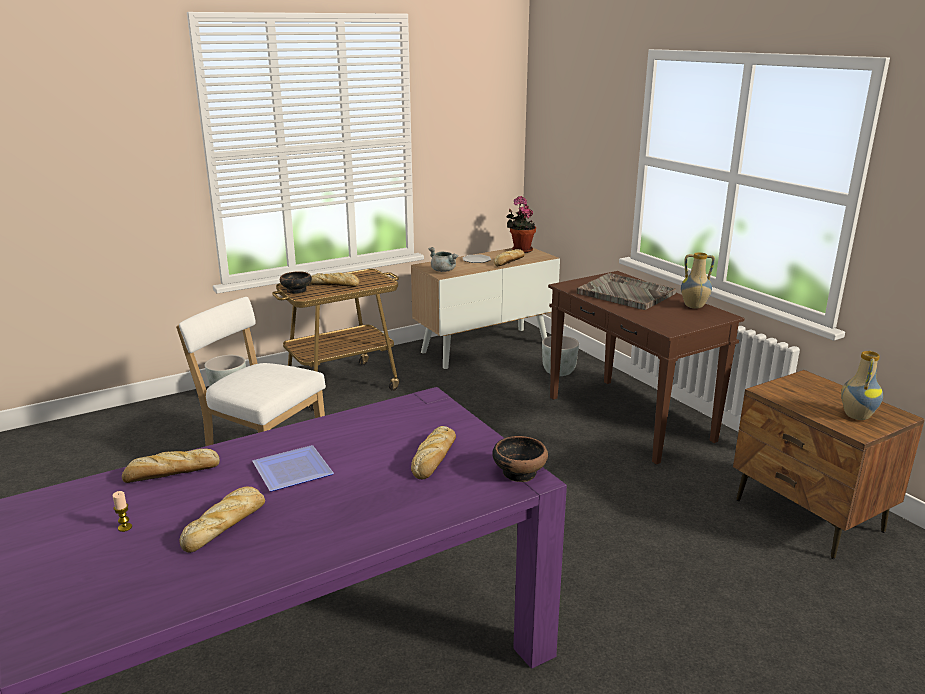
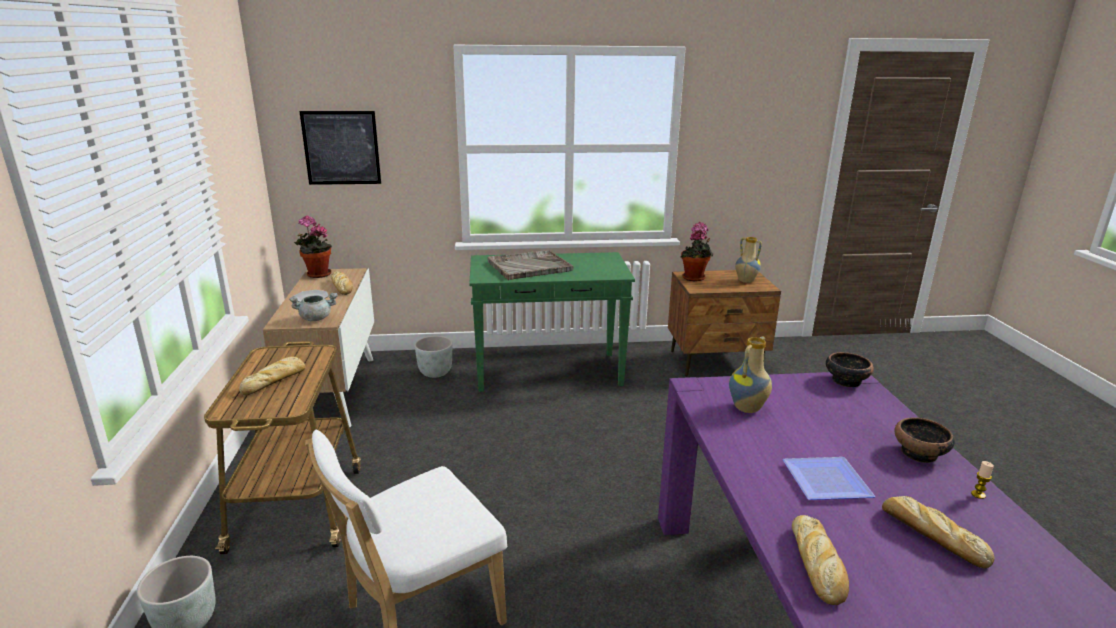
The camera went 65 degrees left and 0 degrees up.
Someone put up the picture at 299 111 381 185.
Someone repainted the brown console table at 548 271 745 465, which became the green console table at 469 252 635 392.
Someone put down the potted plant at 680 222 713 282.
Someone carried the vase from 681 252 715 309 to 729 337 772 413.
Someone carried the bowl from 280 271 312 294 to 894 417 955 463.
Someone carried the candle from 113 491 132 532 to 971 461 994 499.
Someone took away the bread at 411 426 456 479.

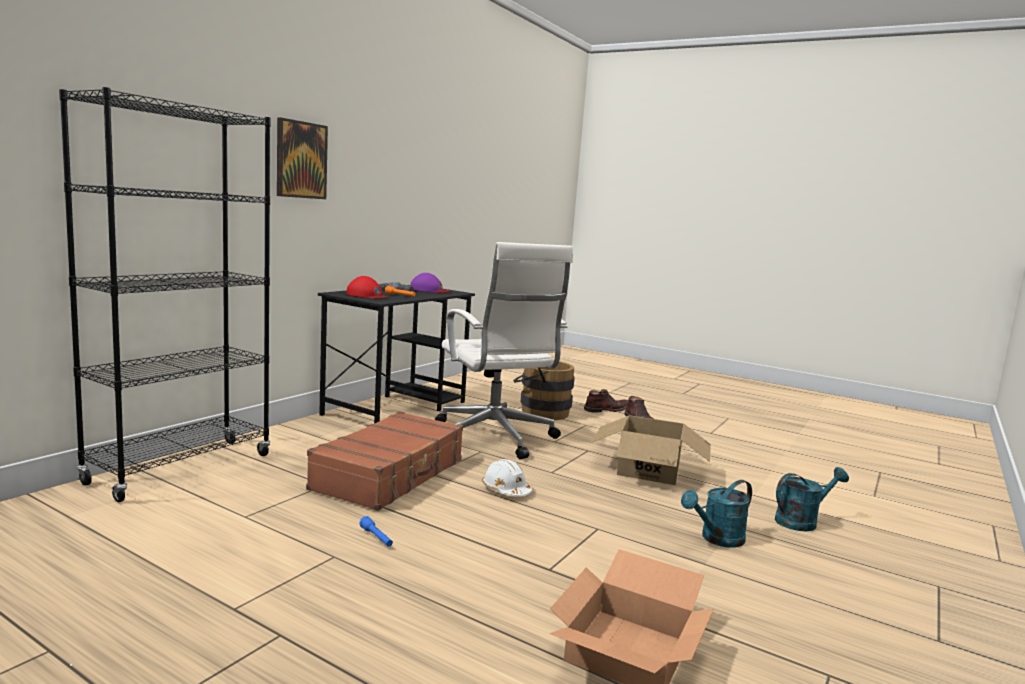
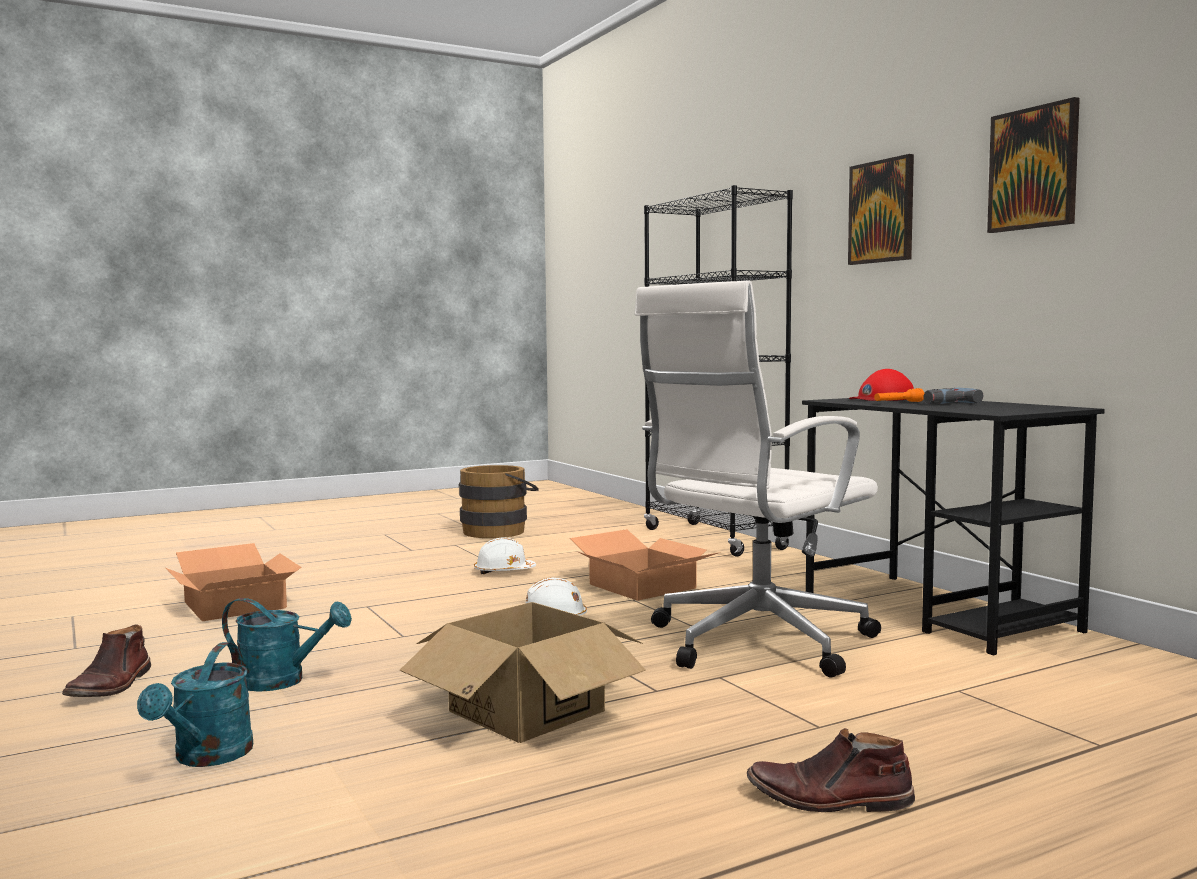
The camera went 120 degrees right and 5 degrees down.
Someone carried the brown boot from 584 389 628 413 to 62 624 151 697.
Someone rotated the turquoise watering can at 681 480 752 548 by 105 degrees clockwise.
Someone carried the brown bucket from 513 361 575 420 to 459 465 539 538.
Someone swapped the blue flashlight at 359 516 393 547 for the white hard hat at 474 537 536 574.
Someone swapped the brown suitcase at 306 411 463 511 for the cardboard box at 570 529 721 601.
Someone rotated the white office chair at 435 242 573 460 by 45 degrees counterclockwise.
Someone put up the picture at 987 97 1080 233.
Someone took away the purple cap at 410 273 450 293.

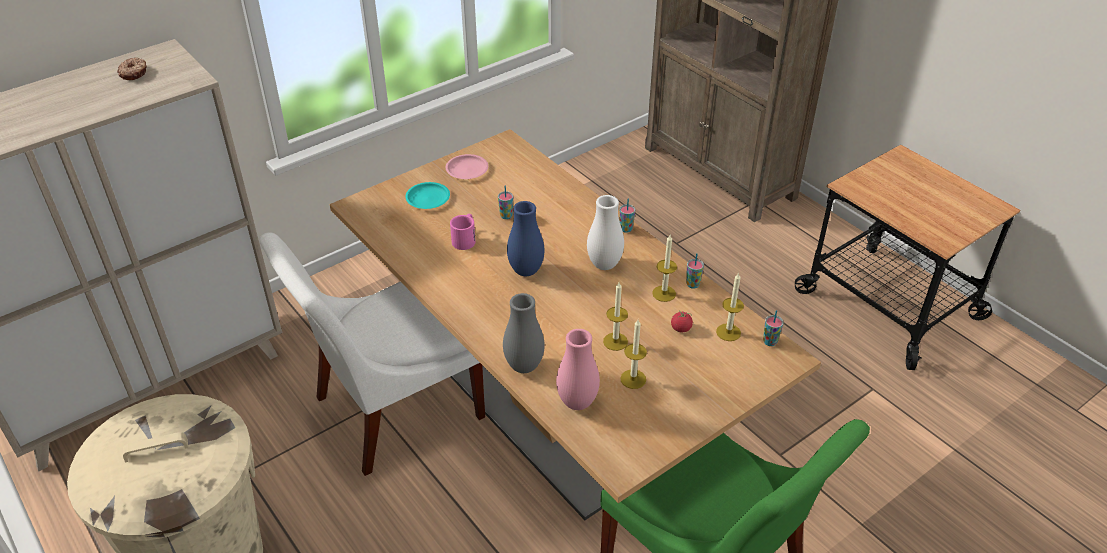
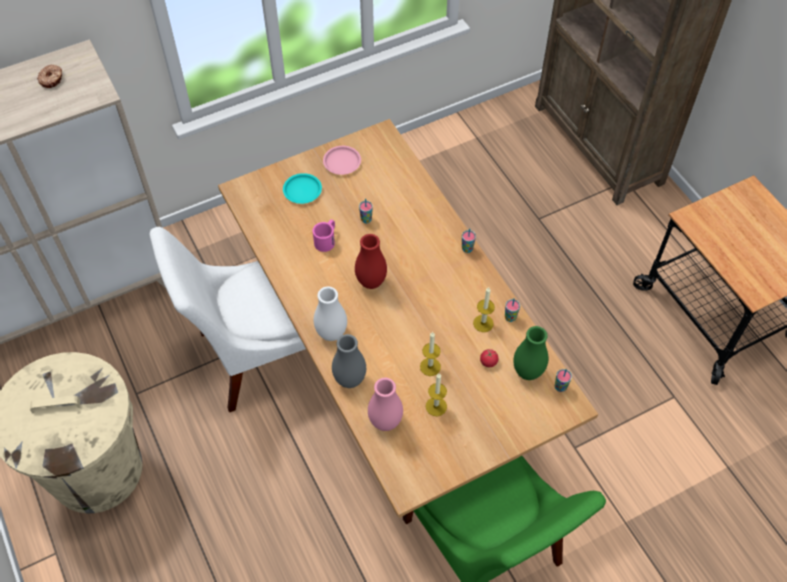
The camera went 10 degrees right and 15 degrees up.
Someone carried the white vase from 587 195 624 270 to 314 286 347 341.
Someone repainted the blue vase at 507 201 544 276, which became the red vase at 355 234 387 289.
Someone swapped the candle at 716 272 744 341 for the green vase at 513 326 549 380.

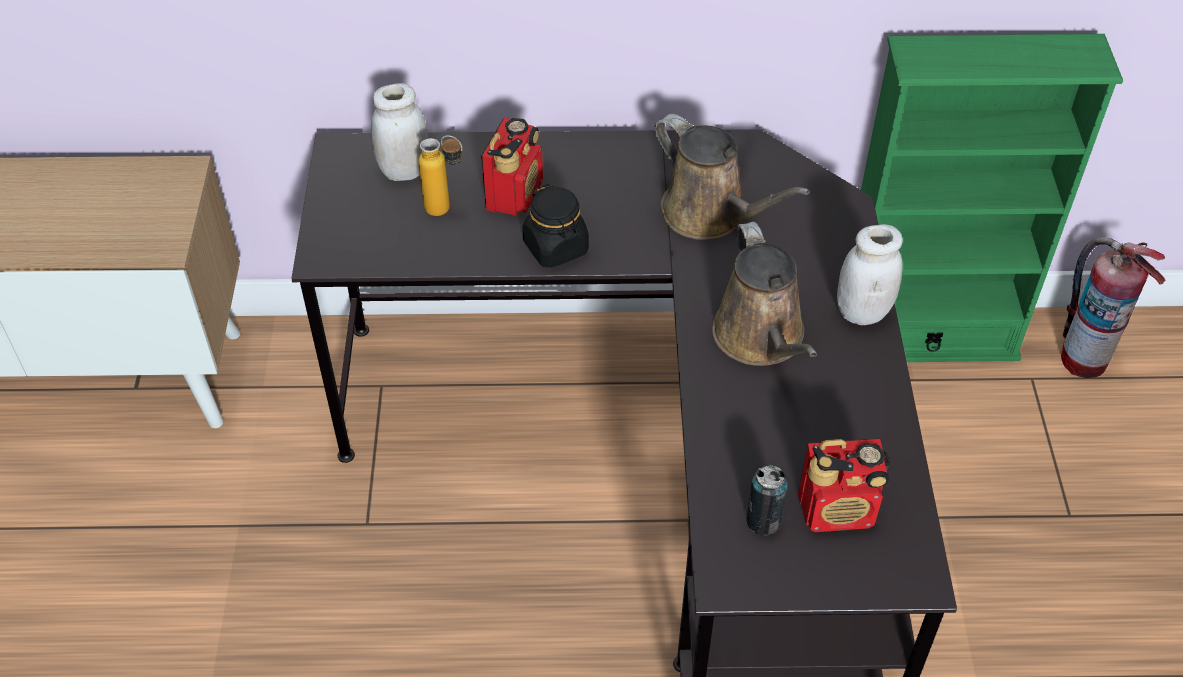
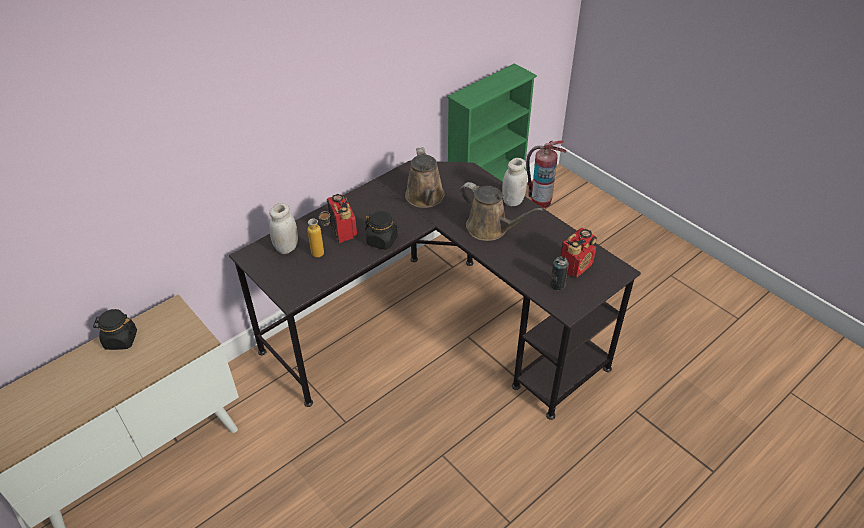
The camera went 40 degrees left and 5 degrees down.
Someone put down the black jar at 93 309 137 350.
Someone rotated the brown watering can at 654 114 810 240 by 75 degrees clockwise.

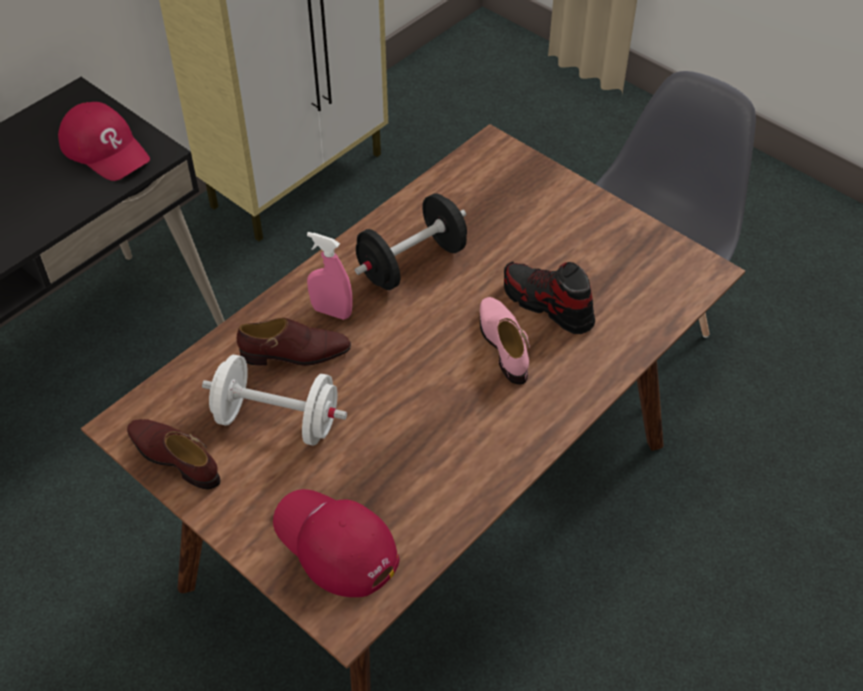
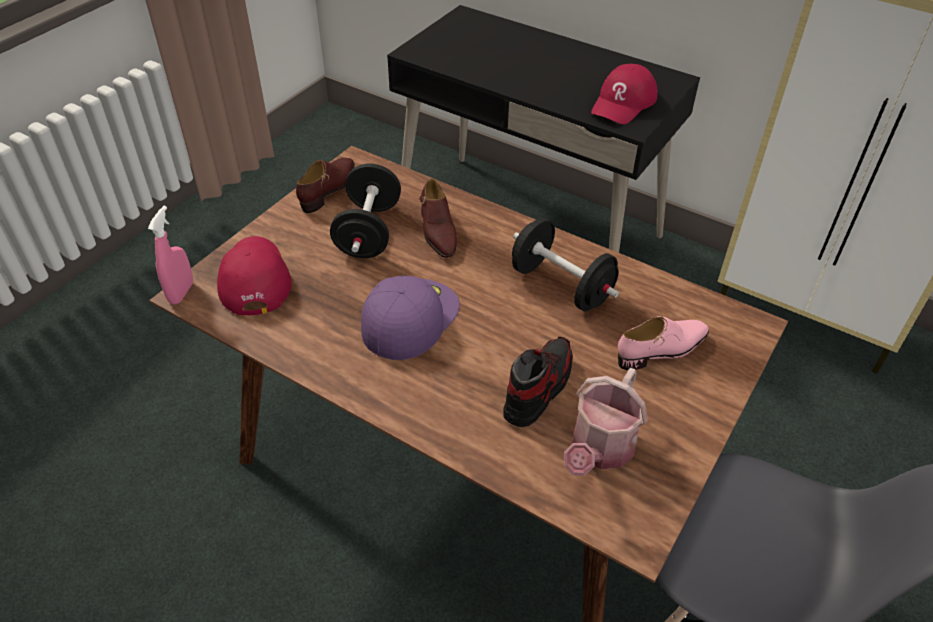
The camera went 80 degrees right and 5 degrees down.
Someone carried the pink spray bottle from 307 232 352 320 to 148 206 193 305.
Someone rotated the red cap at 273 489 399 597 by 45 degrees counterclockwise.
Someone repainted the white dumbbell at 202 355 347 446, which became the black dumbbell at 330 163 401 258.
Someone put down the purple cap at 361 276 460 360.
Someone put down the watering can at 564 368 648 476.
Someone carried the pink shoe from 480 297 530 385 to 618 316 709 370.

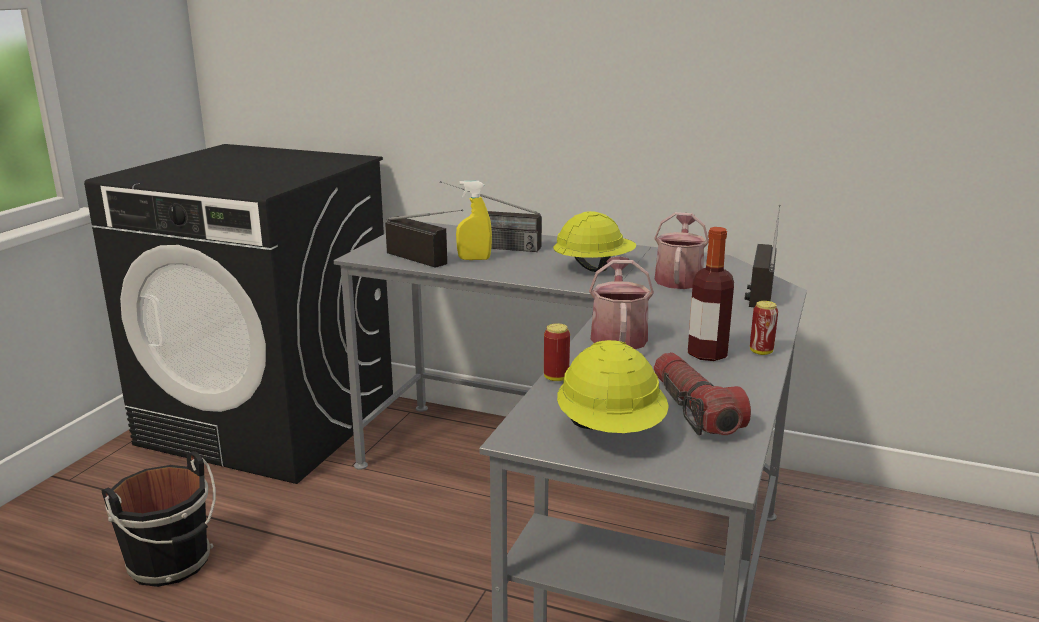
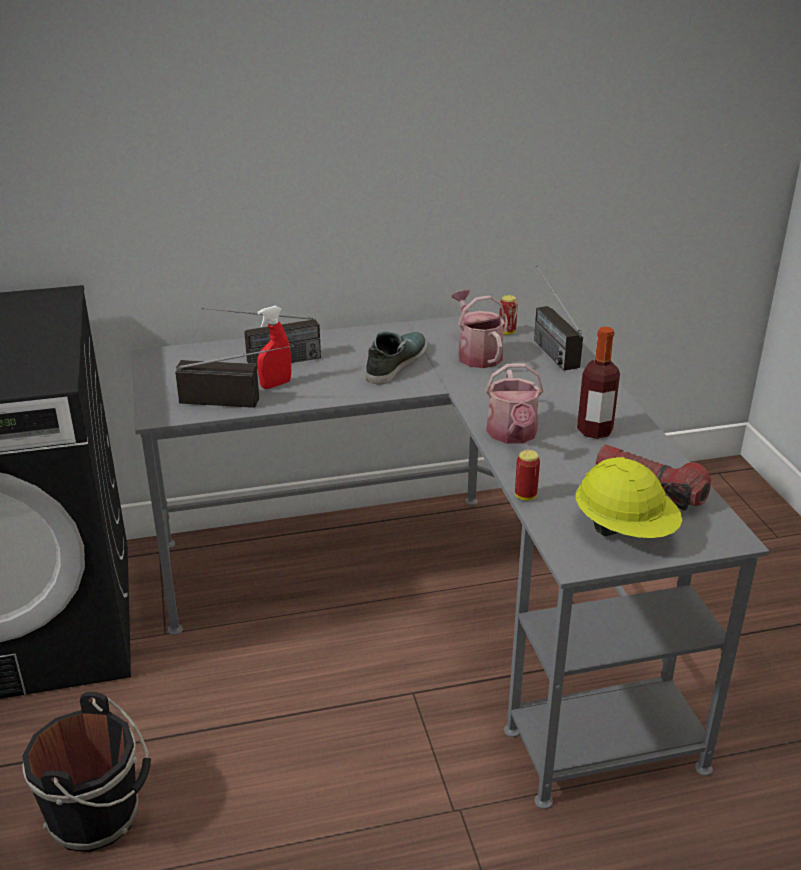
The camera went 35 degrees left and 10 degrees up.
Someone repainted the yellow spray bottle at 456 181 492 260, which became the red spray bottle at 257 306 291 389.
Someone swapped the yellow hard hat at 553 211 636 272 for the shoe at 366 331 427 384.
Someone rotated the watering can at 589 256 654 349 by 150 degrees counterclockwise.
Someone carried the can from 750 301 778 355 to 499 295 518 335.

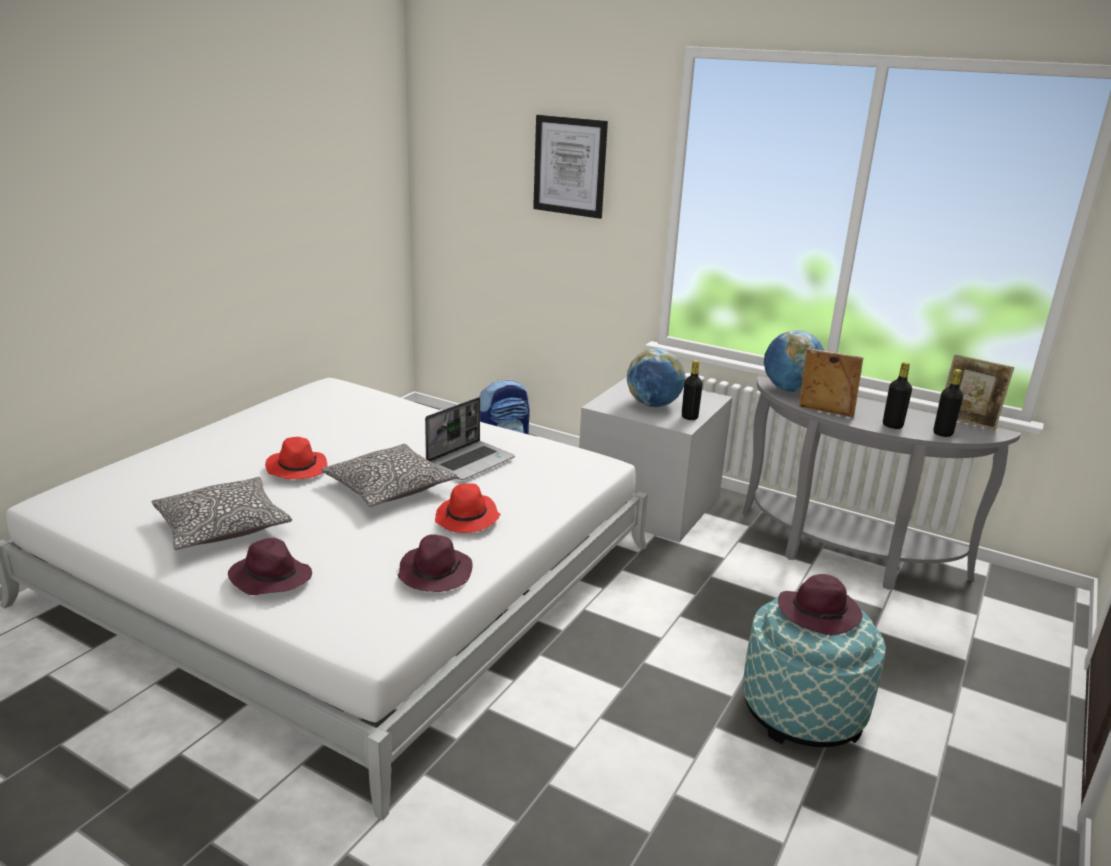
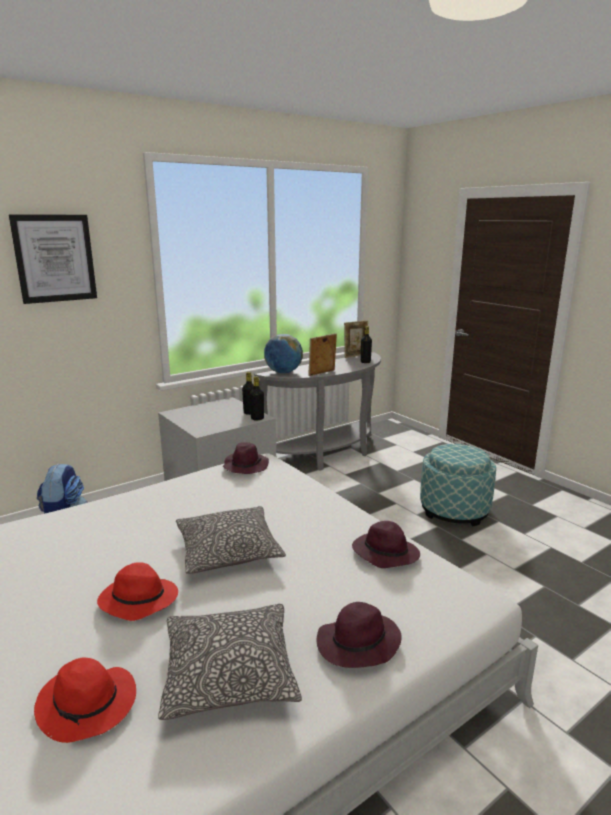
The camera went 65 degrees left and 5 degrees down.
Someone carried the red hat from 435 483 500 533 to 34 658 136 743.
Someone carried the purple hat from 778 574 862 635 to 223 442 269 474.
Someone carried the black bottle from 883 362 912 429 to 250 376 264 420.
Someone took away the laptop at 425 397 515 480.
Someone took away the globe at 627 348 685 407.

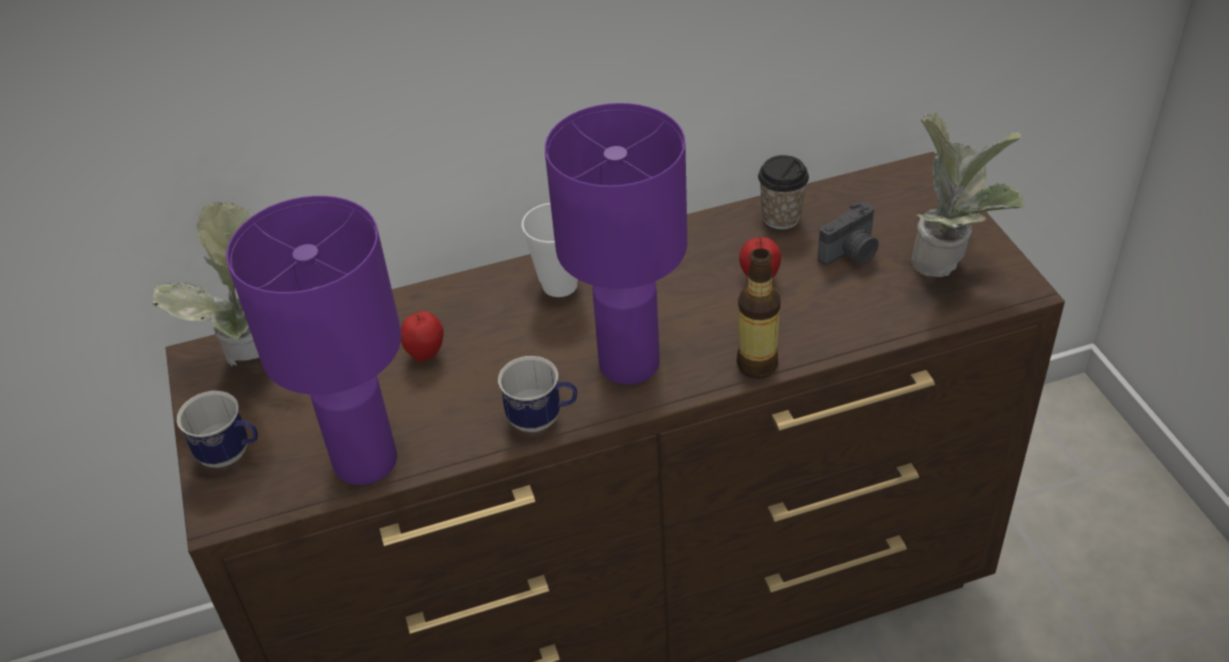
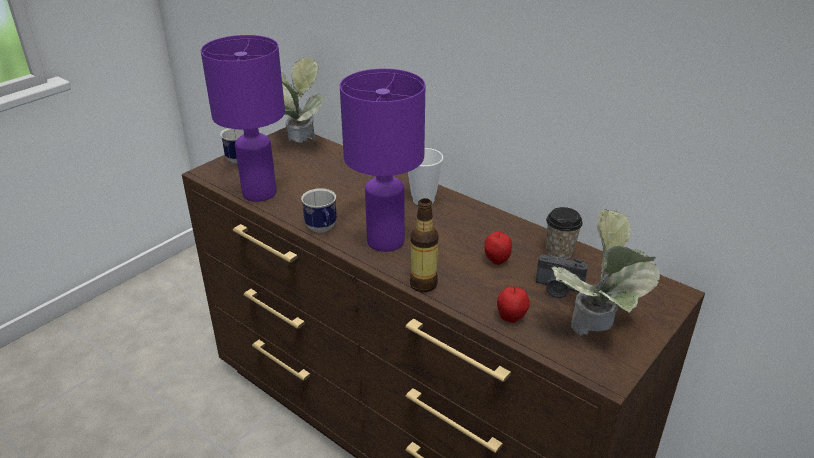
The camera went 55 degrees right and 10 degrees down.
Someone carried the apple from 401 311 444 362 to 497 286 530 323.

